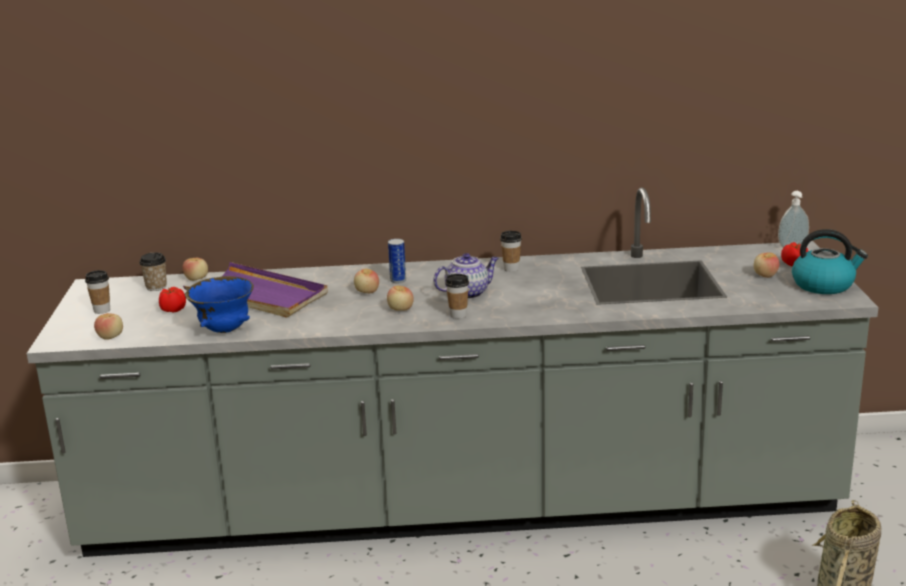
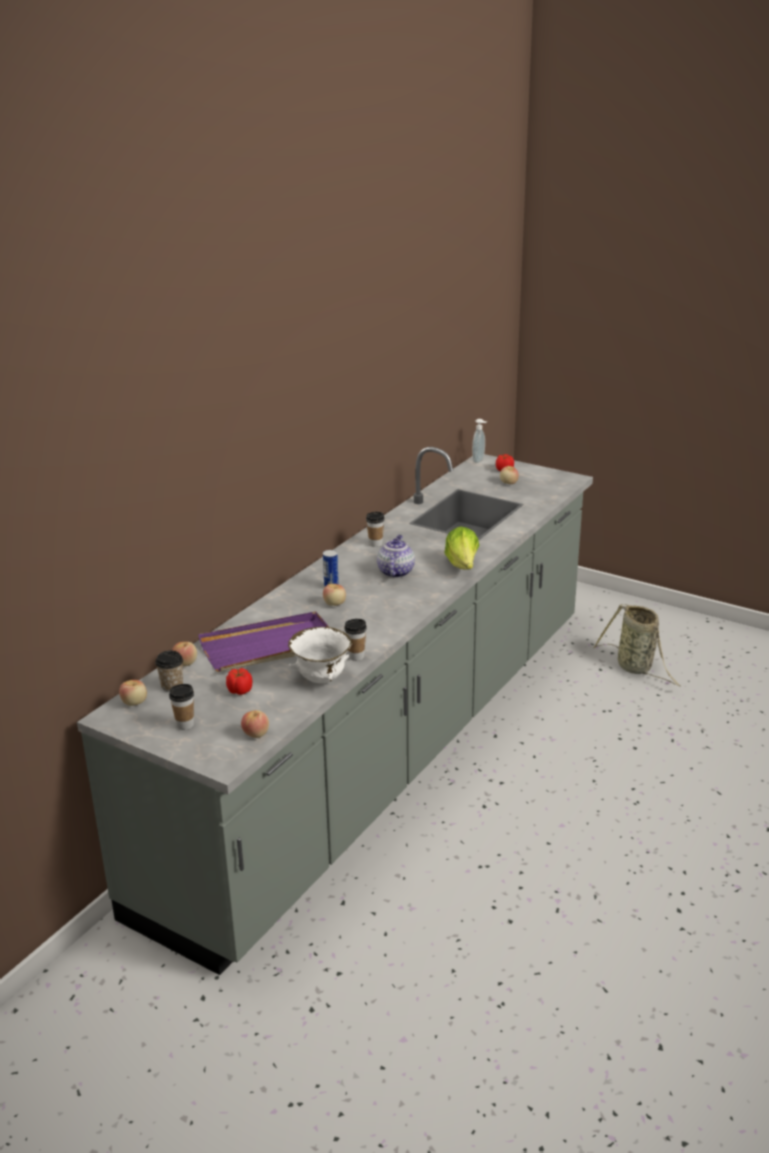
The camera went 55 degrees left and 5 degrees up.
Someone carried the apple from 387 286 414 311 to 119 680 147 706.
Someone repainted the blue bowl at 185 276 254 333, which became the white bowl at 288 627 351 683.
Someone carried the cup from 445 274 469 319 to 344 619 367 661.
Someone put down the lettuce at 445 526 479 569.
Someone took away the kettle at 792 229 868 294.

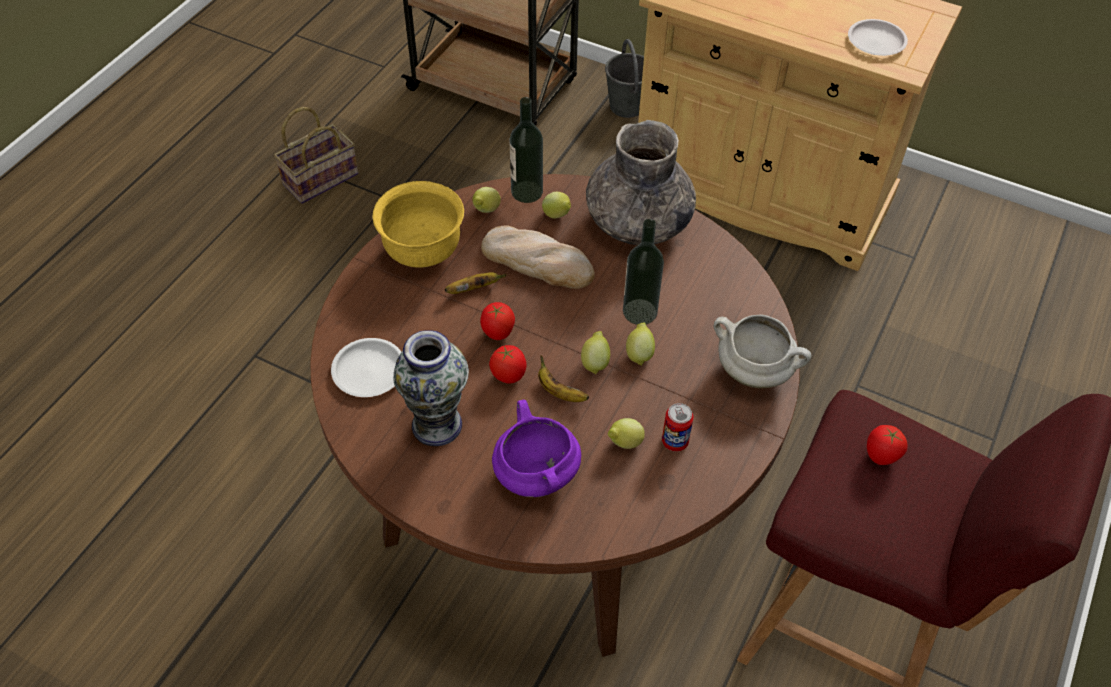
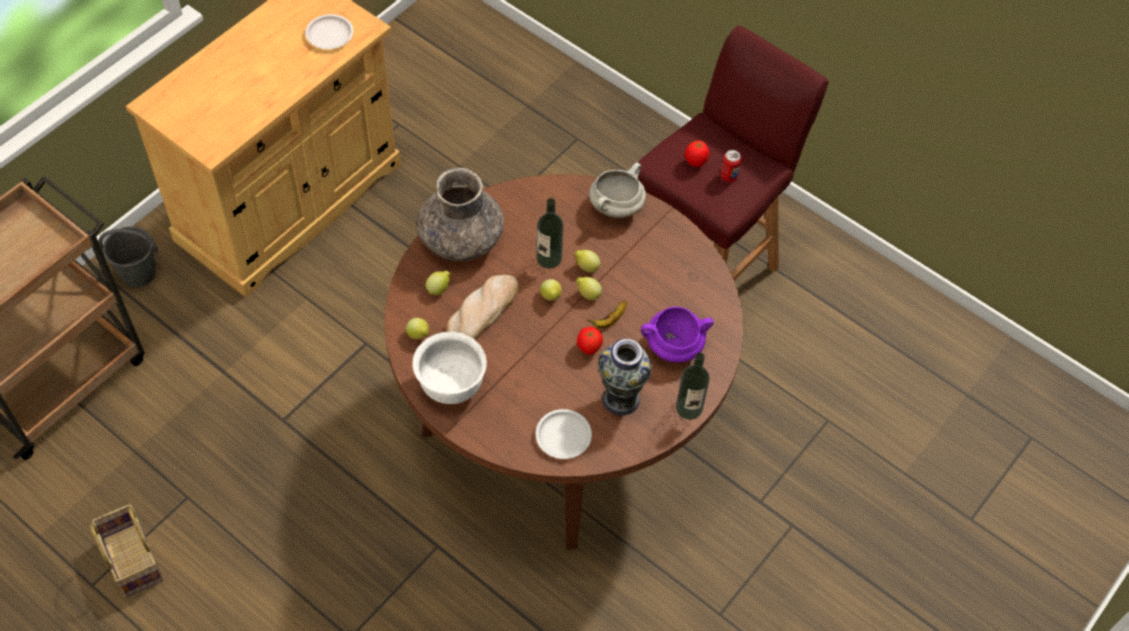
The camera went 80 degrees left and 5 degrees up.
Someone repainted the yellow bowl at 373 181 464 268, which became the white bowl at 412 332 487 404.
Someone carried the lemon from 608 418 645 449 to 540 279 562 301.
Someone carried the bottle from 509 97 543 203 to 676 353 710 420.
Someone carried the can from 662 403 694 452 to 720 150 742 182.
Someone took away the banana at 445 272 507 294.
Someone took away the tomato at 480 302 515 340.

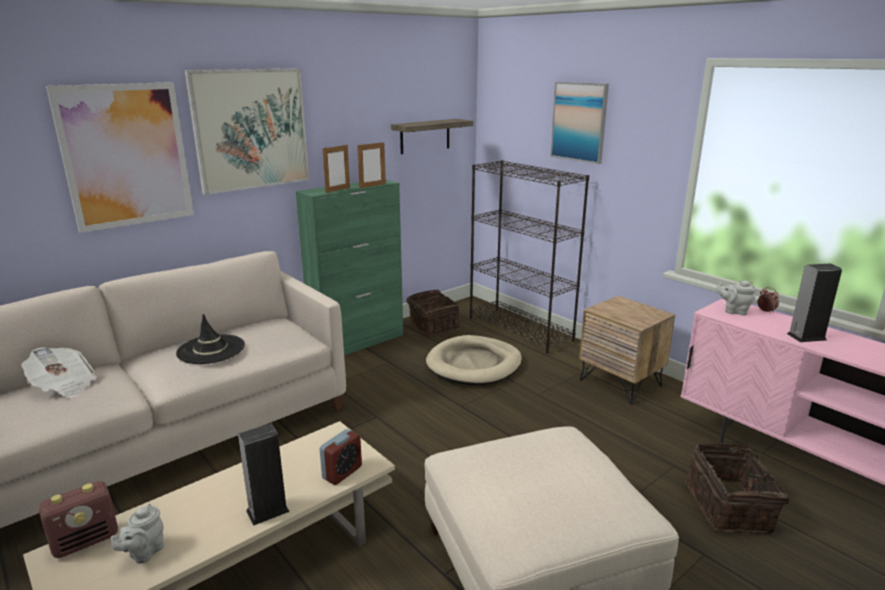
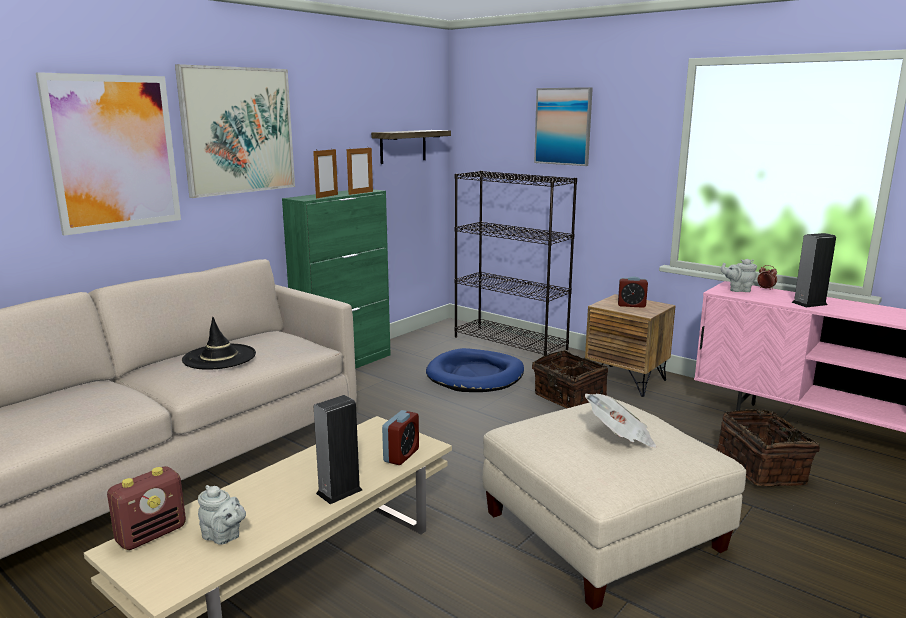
The camera went 10 degrees left and 5 degrees down.
Someone rotated the grey teapot at 111 503 164 564 by 75 degrees counterclockwise.
Someone repainted the beige dog bed at 426 335 522 385, which became the blue dog bed at 426 348 524 392.
Someone carried the basket from 406 290 460 337 to 532 350 608 408.
Someone carried the newspaper from 21 347 97 398 to 585 394 657 448.
Someone put down the alarm clock at 618 276 648 308.

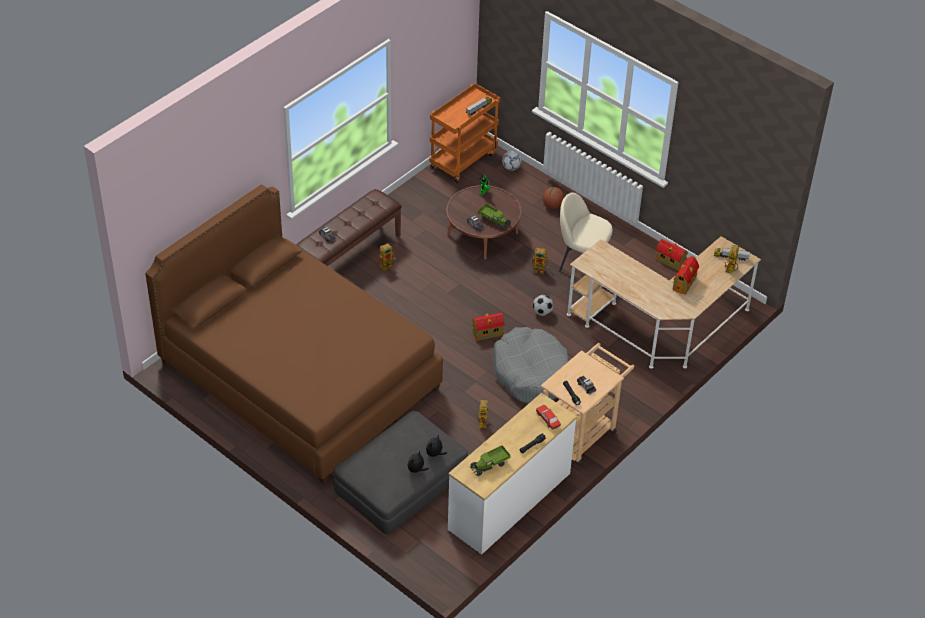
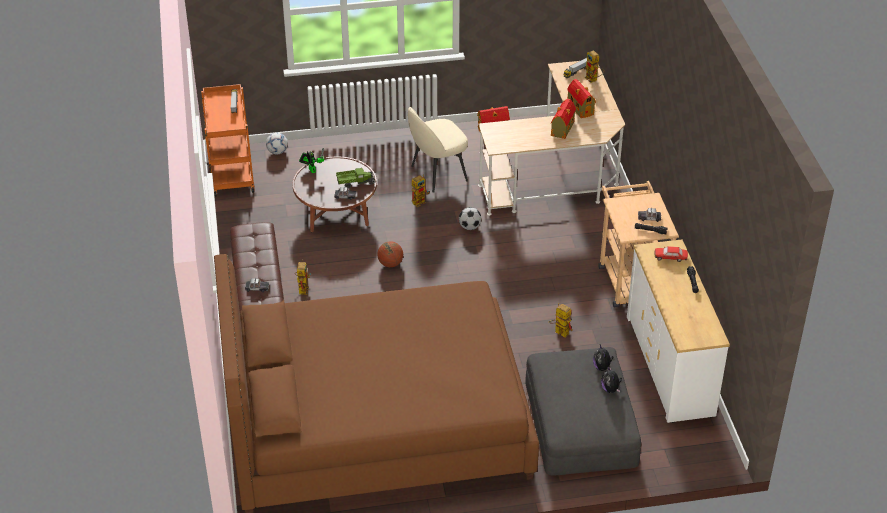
The camera went 50 degrees left and 5 degrees down.
Someone carried the basketball from 543 187 565 209 to 377 241 403 267.
Someone carried the toy house from 472 313 504 341 to 551 99 576 139.
Someone took away the toy truck at 470 445 511 476.
Someone took away the grey dog bed at 493 327 569 404.

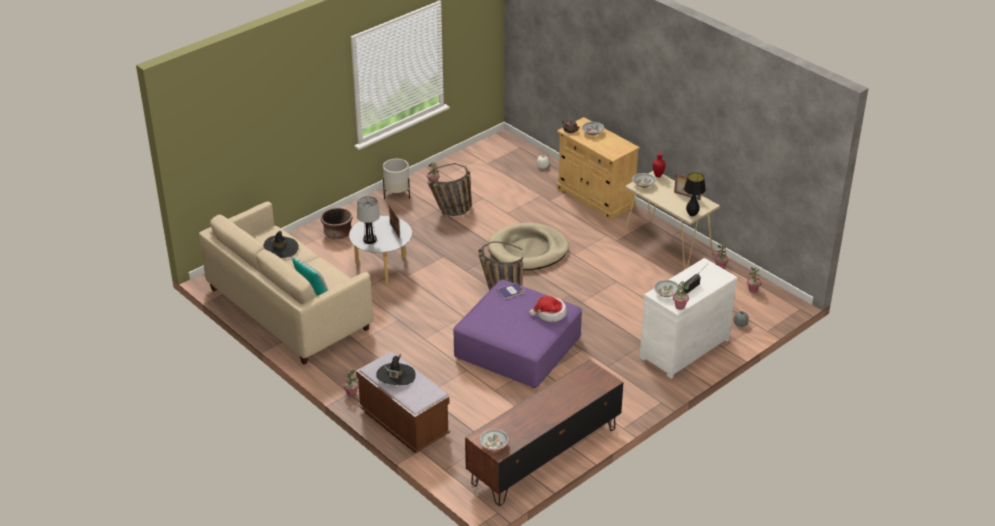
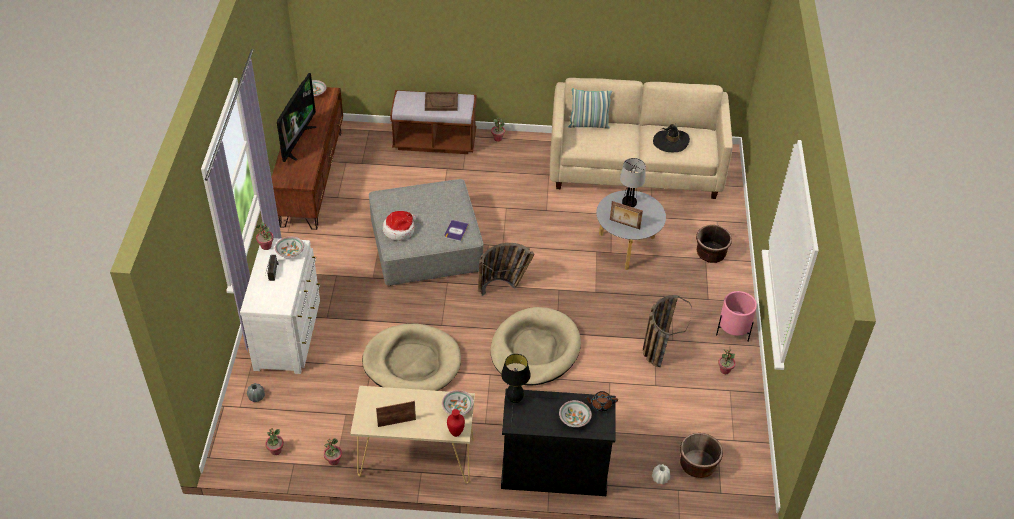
The camera went 135 degrees right and 10 degrees up.
Someone put down the television at 277 73 317 162.
Someone put down the beige dog bed at 362 323 461 391.
Someone repainted the purple ottoman at 453 280 582 388, which became the grey ottoman at 369 179 484 286.
Someone swapped the black hat at 376 354 416 385 for the brown tray at 425 92 458 111.
Someone carried the black table lamp from 684 173 706 216 to 501 354 531 403.
Someone repainted the beige cabinet at 557 117 640 220, which became the black cabinet at 501 389 616 496.
Someone put down the brown planter at 680 433 723 478.
Someone repainted the white planter at 383 159 410 199, which became the pink planter at 716 291 757 342.

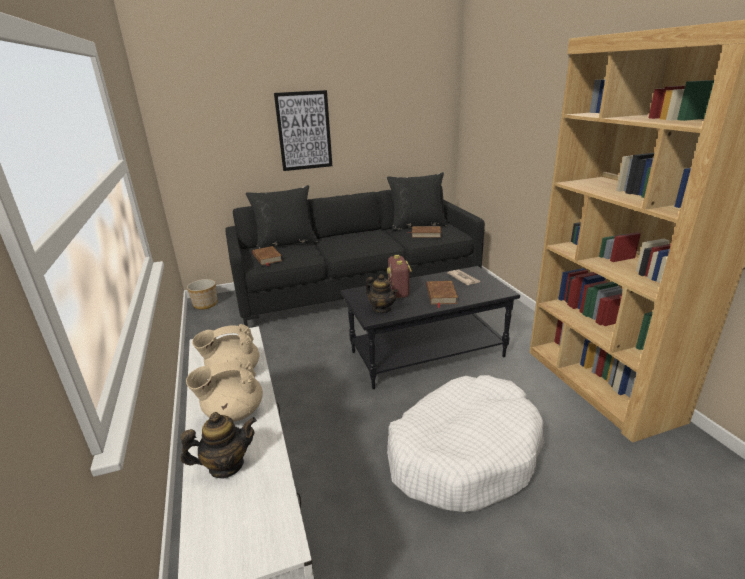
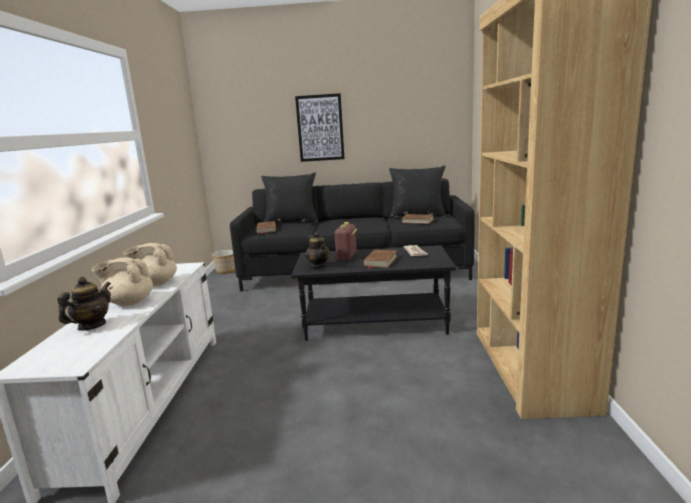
The camera went 20 degrees right and 10 degrees down.
Someone rotated the teapot at 181 412 257 479 by 60 degrees counterclockwise.
Someone took away the white dog bed at 387 375 544 512.

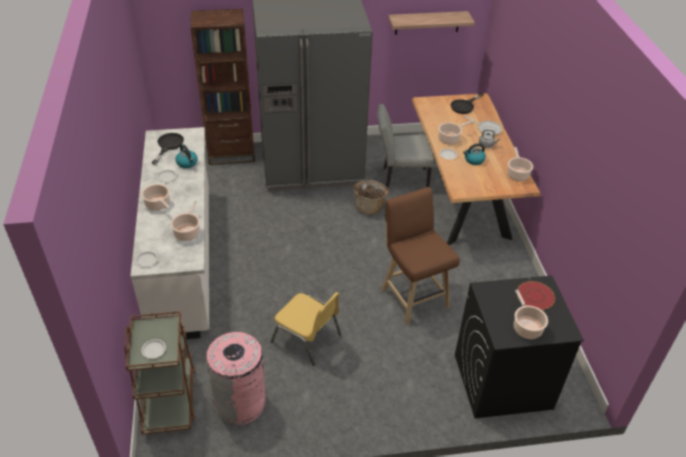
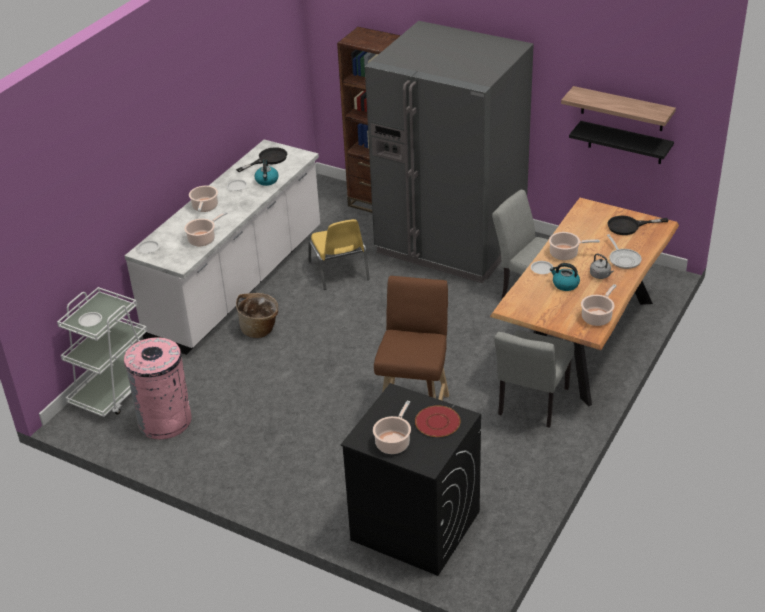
The camera went 40 degrees right and 5 degrees down.
Someone repainted the brown cart at 124 311 196 434, which became the white cart at 57 287 147 417.
Someone carried the basket from 353 180 389 215 to 236 293 278 338.
Someone carried the yellow chair from 271 292 341 366 to 309 219 370 290.
Someone put down the grey chair at 494 330 574 428.
Someone put up the black shelf at 569 121 674 164.

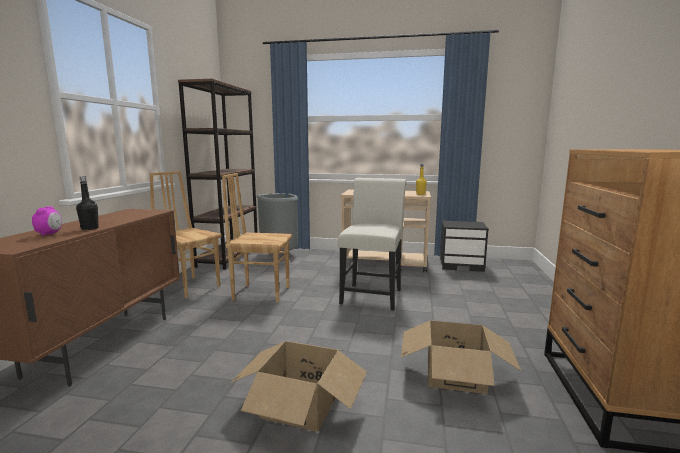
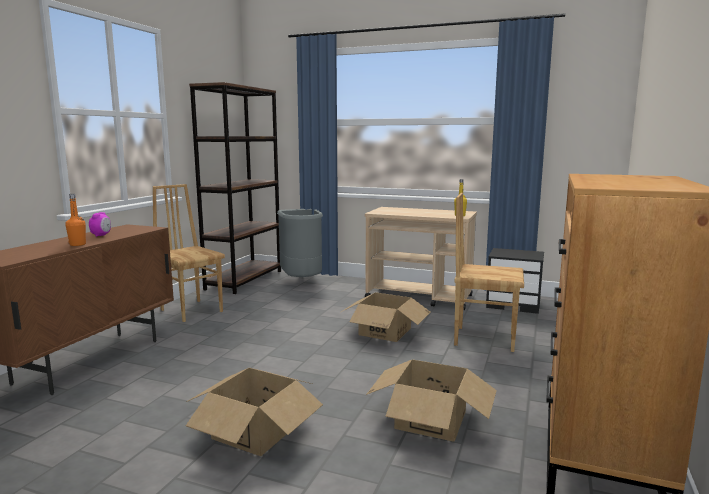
The camera went 10 degrees right and 0 degrees up.
Someone repainted the black bottle at 76 176 99 230, which became the orange bottle at 65 194 86 246.
Someone carried the alarm clock from 32 206 62 236 to 89 212 111 237.
Someone swapped the white chair at 338 178 406 311 for the cardboard box at 341 292 431 342.
Someone carried the brown chair from 222 173 292 303 to 454 193 524 352.

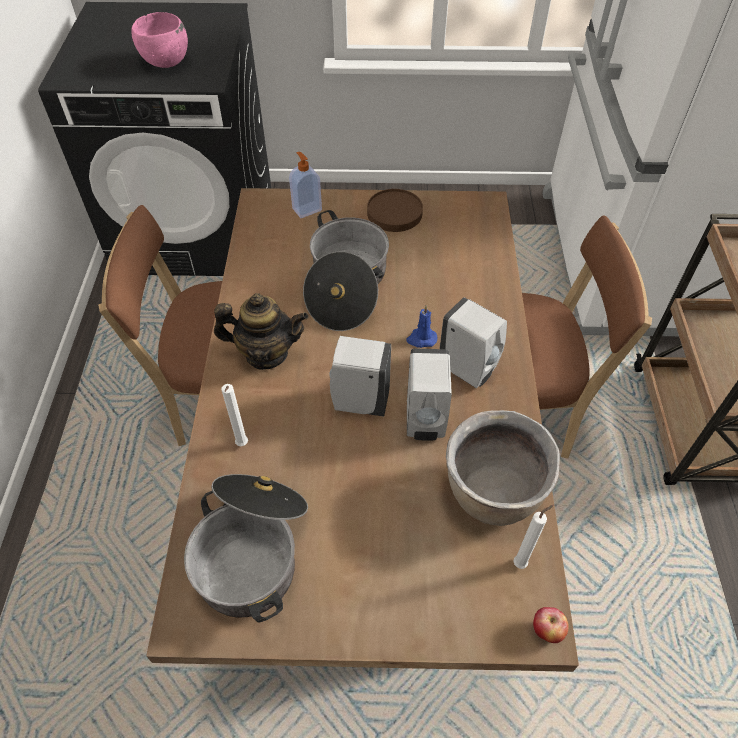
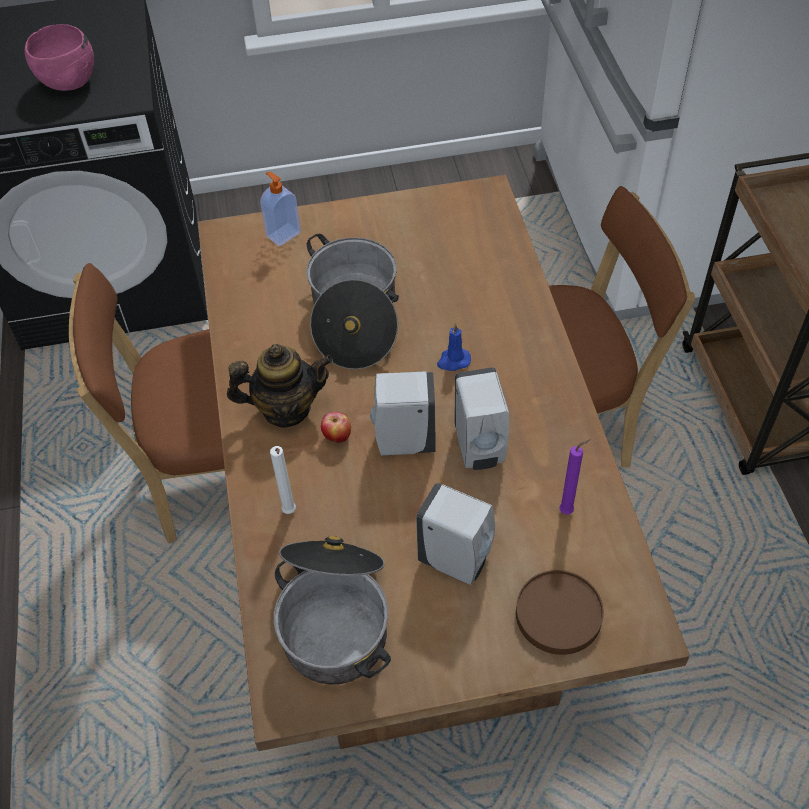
The camera went 10 degrees left and 0 degrees up.
Someone carried the apple from 533 607 568 643 to 321 412 351 443.
Someone carried the white soap dispenser from 439 297 507 388 to 416 483 495 585.
Someone carried the brown plate from 367 189 423 232 to 516 570 604 655.
Someone swapped the brown cooking pot at 446 410 560 526 for the purple candle at 559 439 590 514.
Someone took away the white candle at 513 505 554 569.

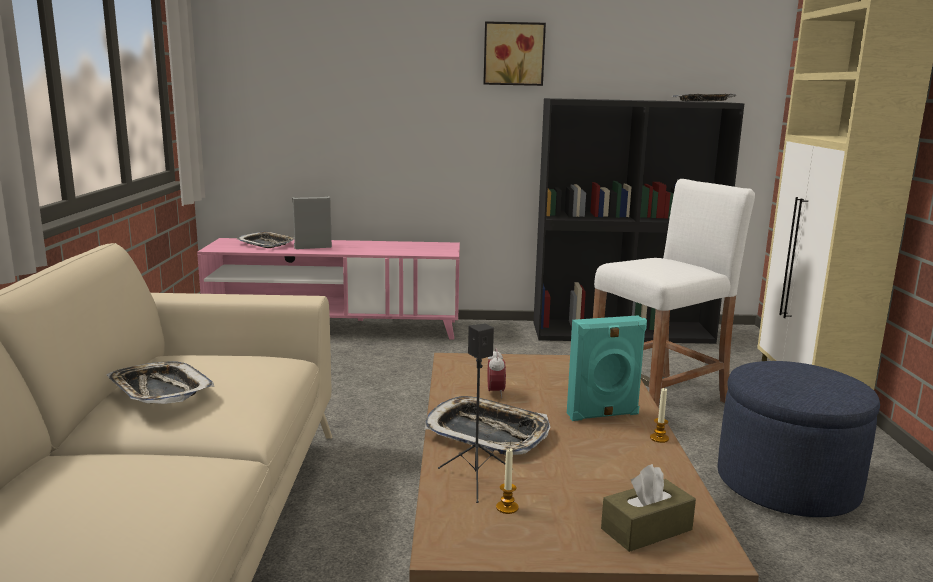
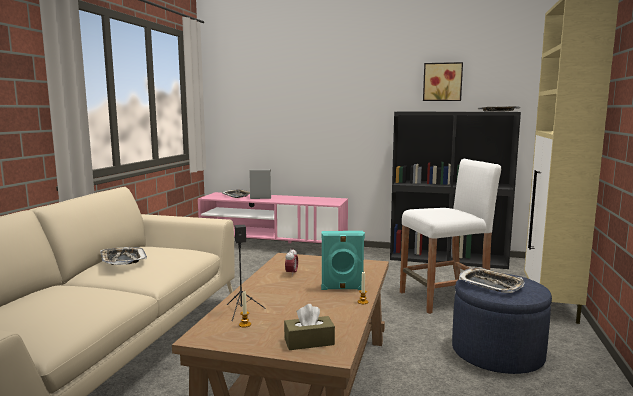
The camera went 15 degrees right and 5 degrees down.
Someone carried the picture from 483 21 546 86 to 423 62 463 101.
Someone carried the tray from 424 396 550 455 to 459 268 525 293.

